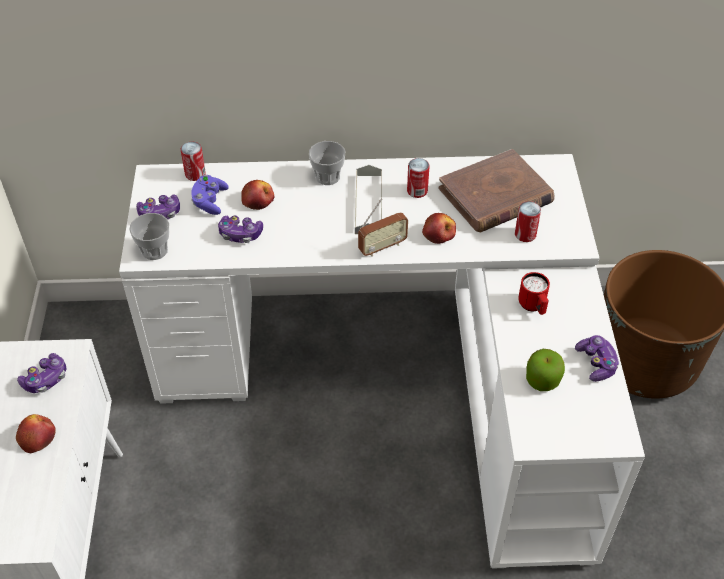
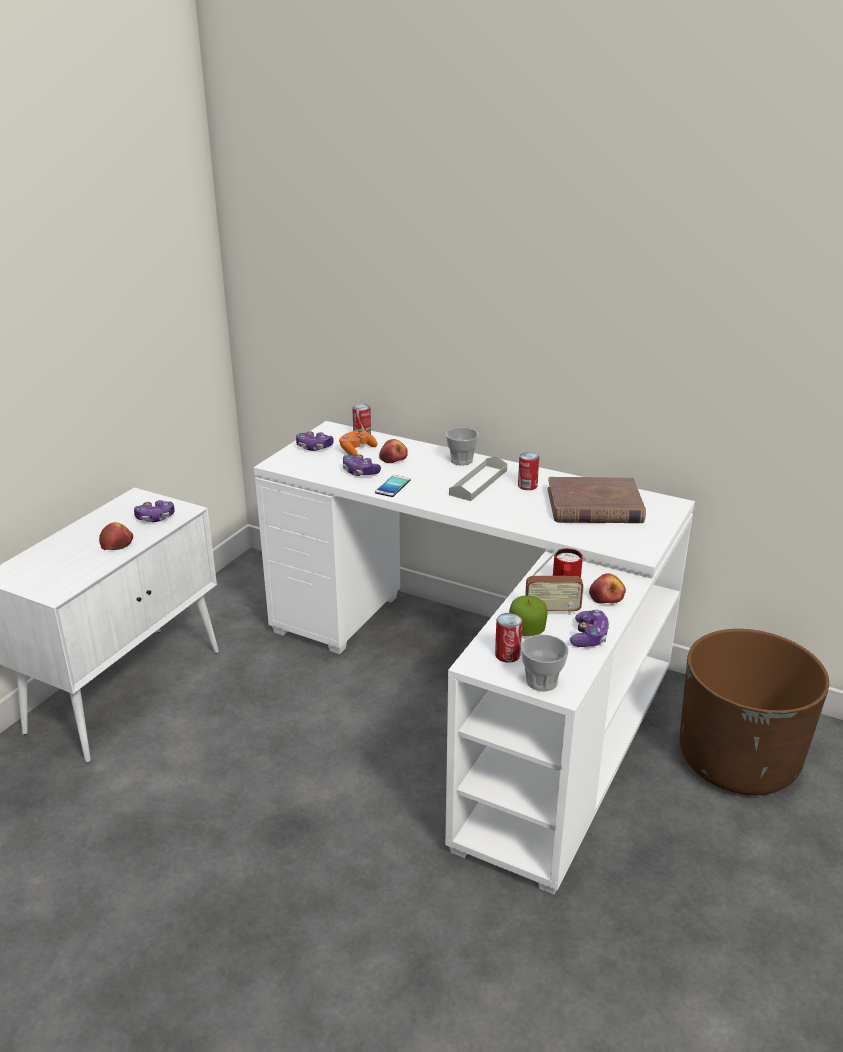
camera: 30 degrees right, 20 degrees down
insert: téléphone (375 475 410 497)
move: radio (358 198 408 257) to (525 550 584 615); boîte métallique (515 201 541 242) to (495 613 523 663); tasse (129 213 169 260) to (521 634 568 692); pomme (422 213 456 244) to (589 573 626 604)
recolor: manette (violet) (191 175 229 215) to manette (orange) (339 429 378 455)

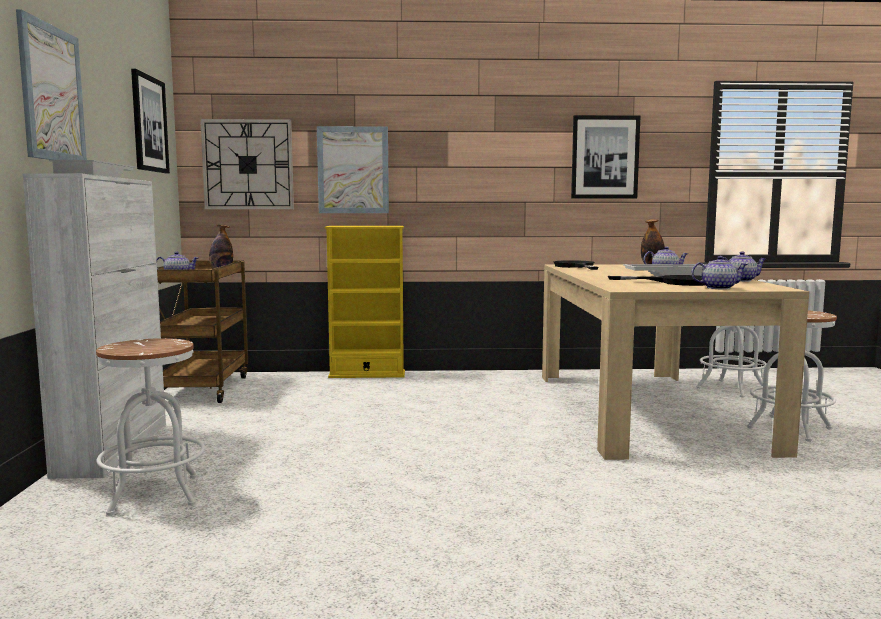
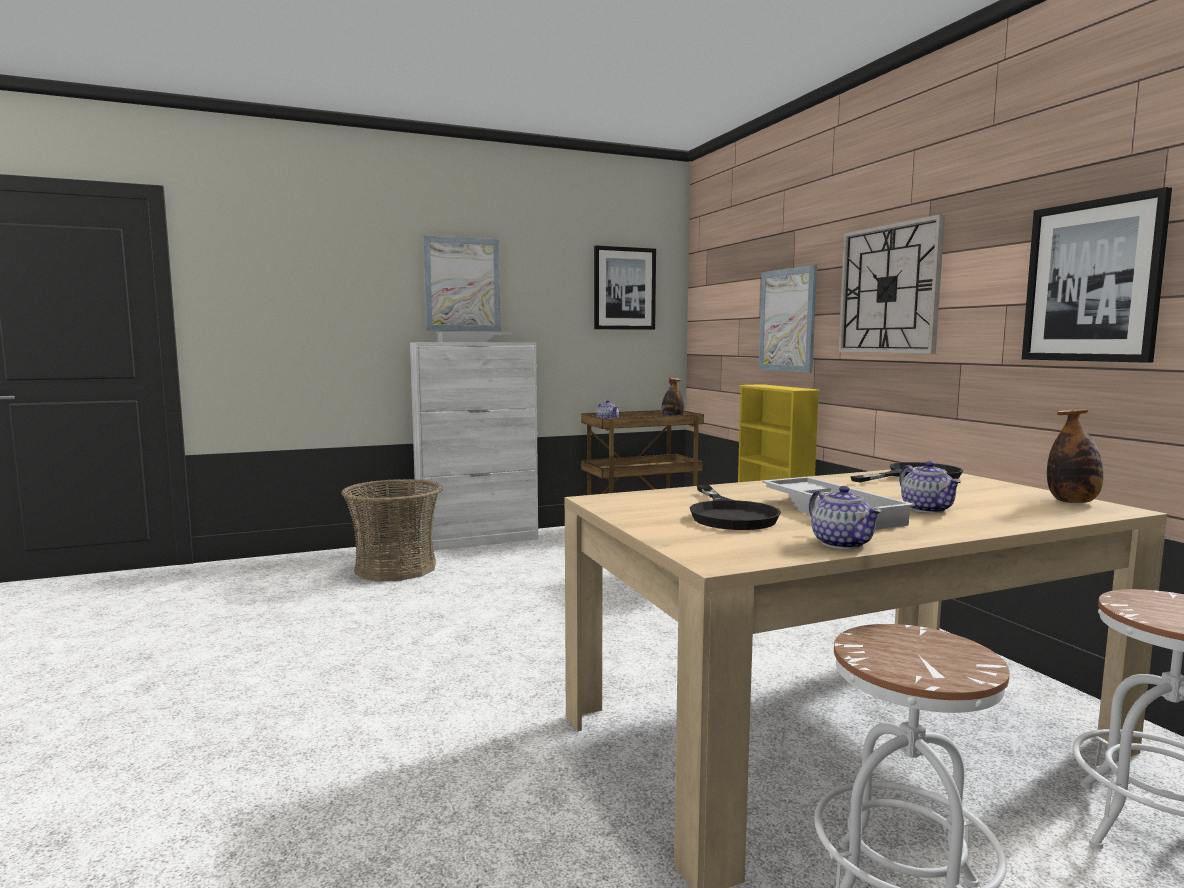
camera: 70 degrees right, 0 degrees up
delete: théière (691 256 748 289)
move: horloge murale (200 119 294 210) to (838 214 945 354)
replace: tabouret (blanc) (96 338 205 516) to panier (341 479 443 582)

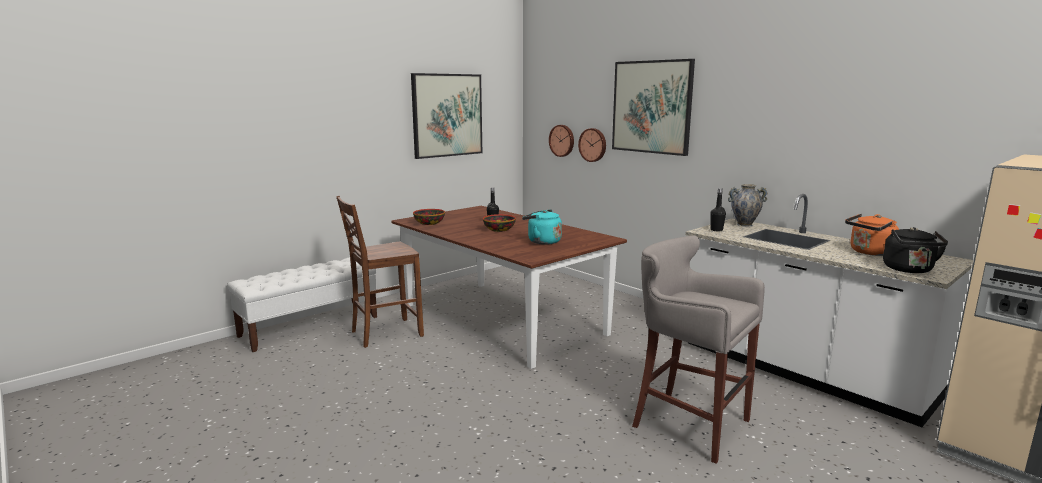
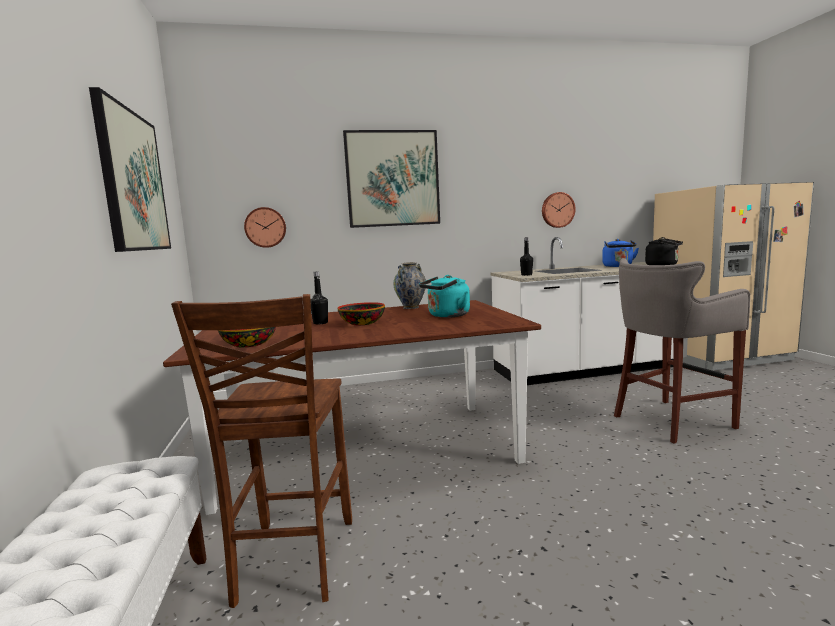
camera: 60 degrees left, 5 degrees down
move: horloge murale (578 128 606 162) to (542 192 576 228); vase (728 184 768 226) to (393 262 426 309)
recolor: bouilloire (orange) (845 213 899 256) to bouilloire (bleu) (602 239 639 267)

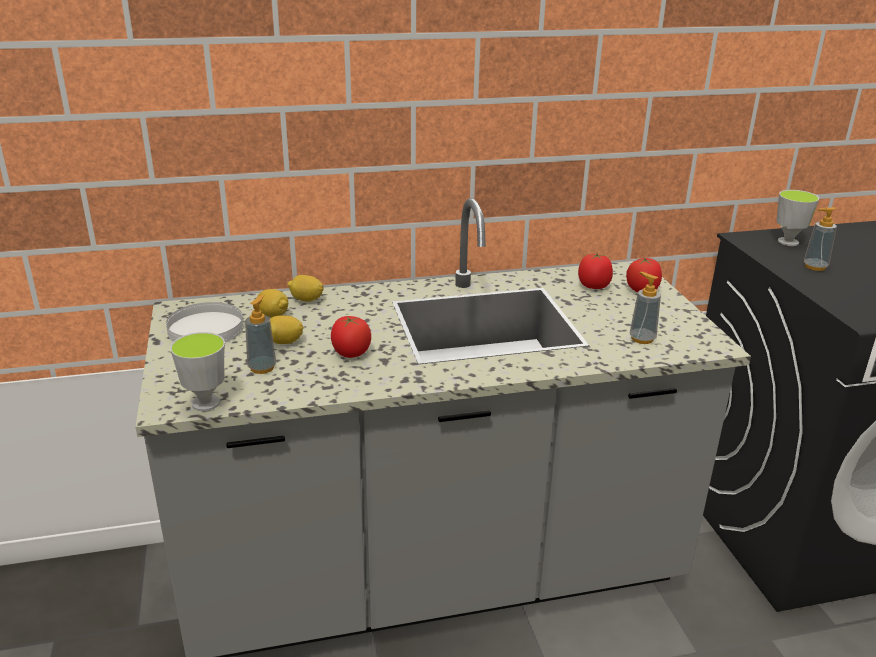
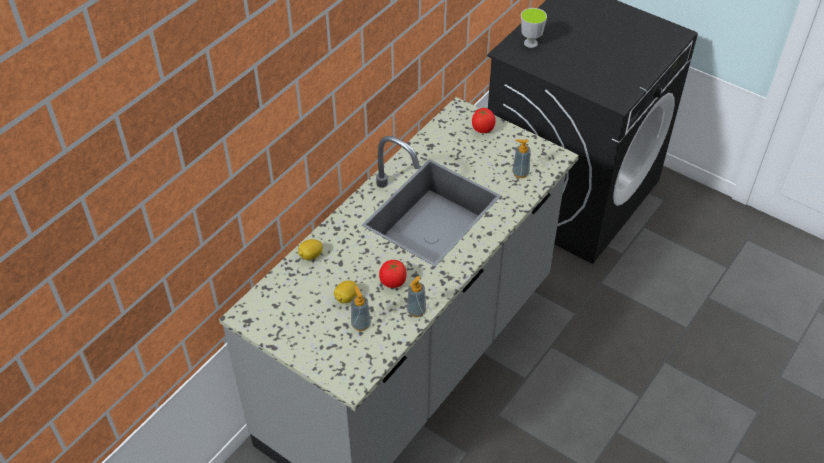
camera: 40 degrees left, 20 degrees up
delete: tomate (578 252 613 289); citron (257 289 288 317); assiette (blanc) (166 302 244 342); tasse (170 332 225 411)
move: distributeur de savon (804 207 837 271) to (407 276 426 317)

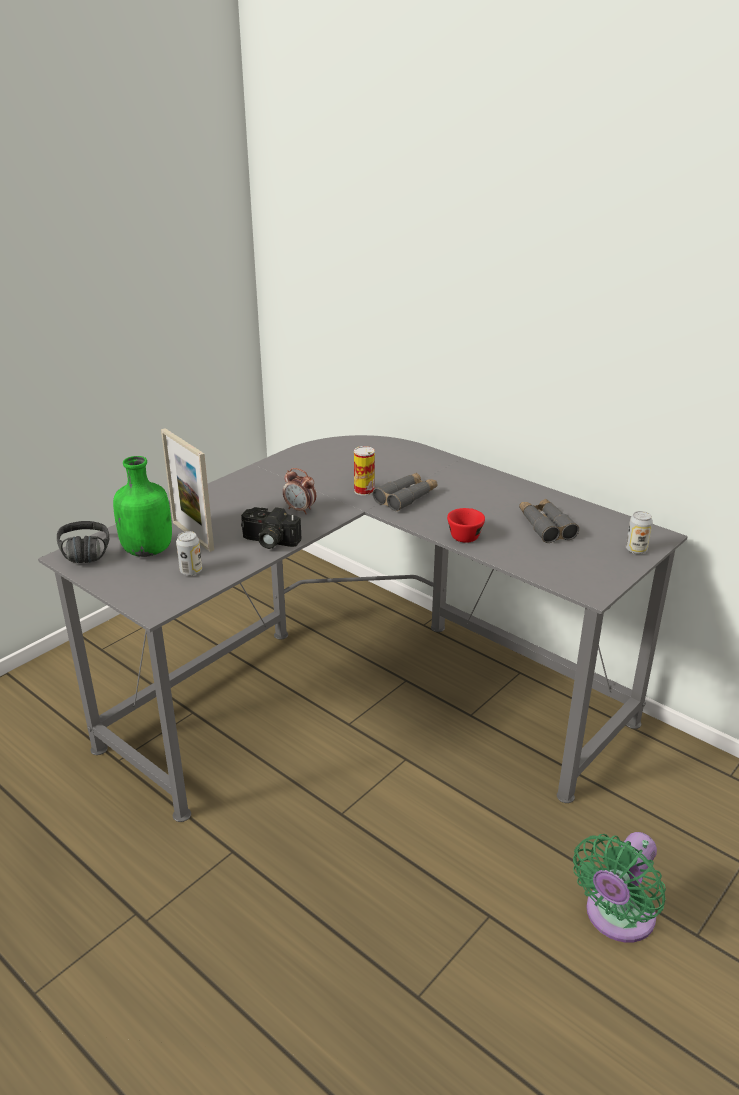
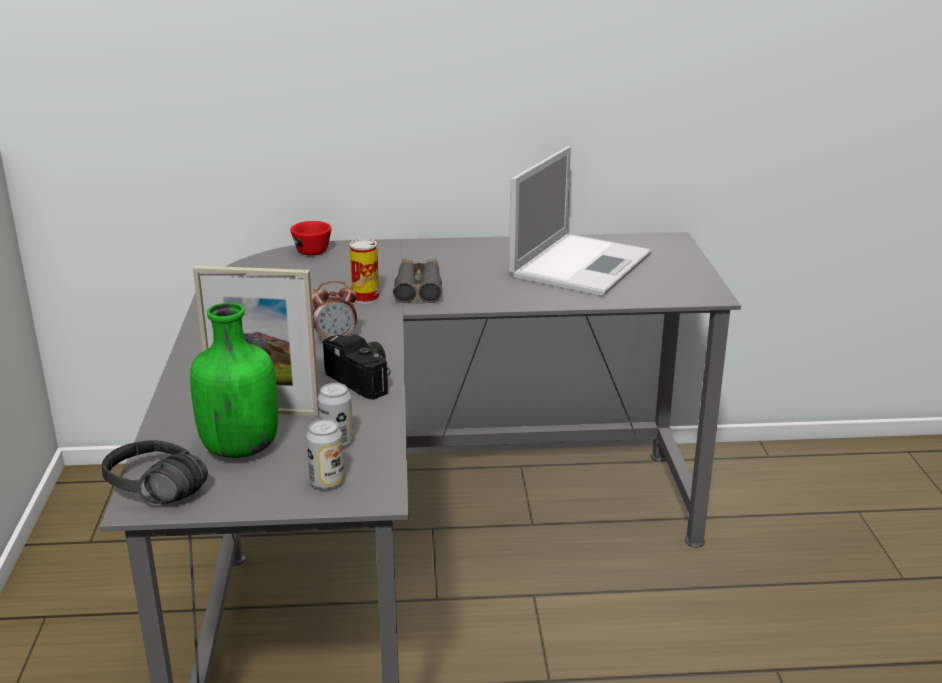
camera: 45 degrees left, 5 degrees down
delete: ventilateur (vert) (573 832 666 943)
move: tasse (rouge) (447 508 485 543) to (291 221 331 255); boîte métallique (626 511 653 554) to (306 419 344 489)
replace: jumelles (gris) (519 499 579 543) to ordinateur portable (509 146 652 297)
rotate: appareil photo (241 507 301 549) = (323 334 391 400) 105 degrees counterclockwise

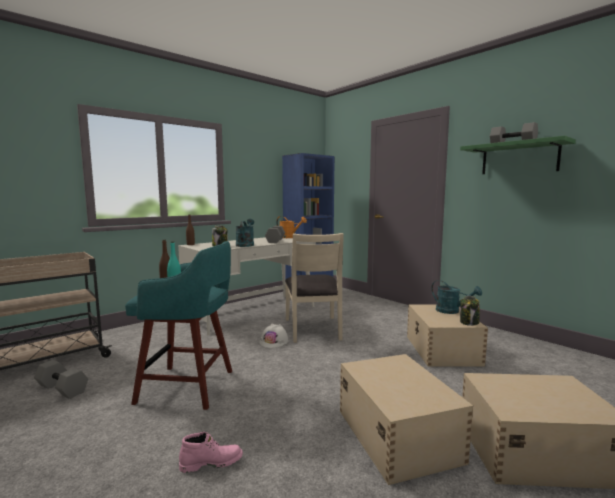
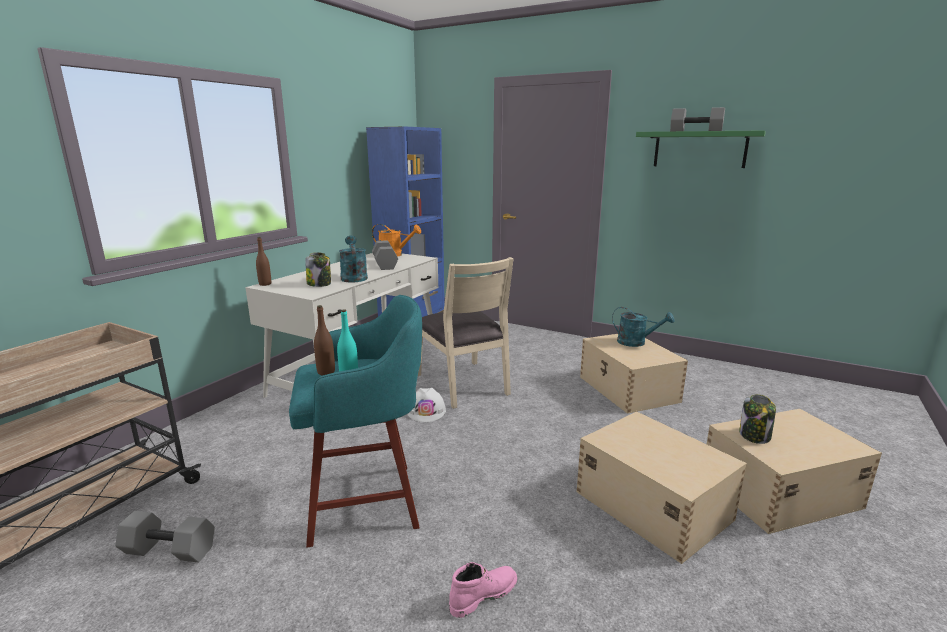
camera: 20 degrees left, 10 degrees up
move: bocal (460 296 480 326) to (739 394 776 444)

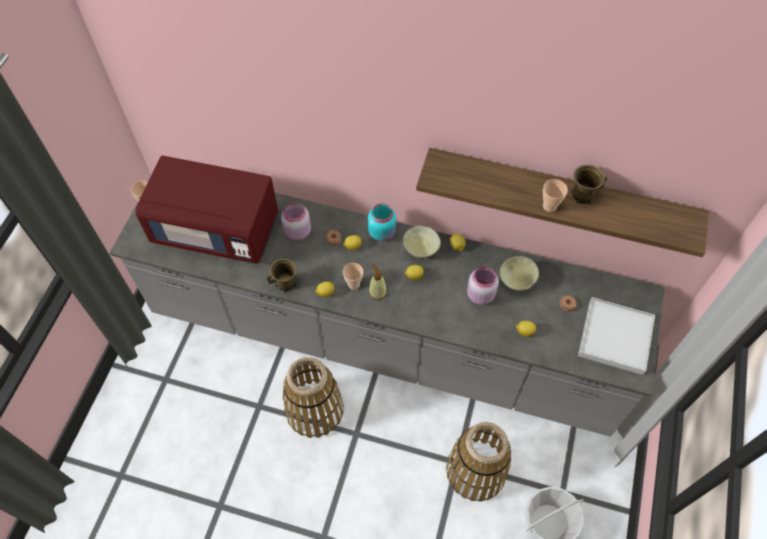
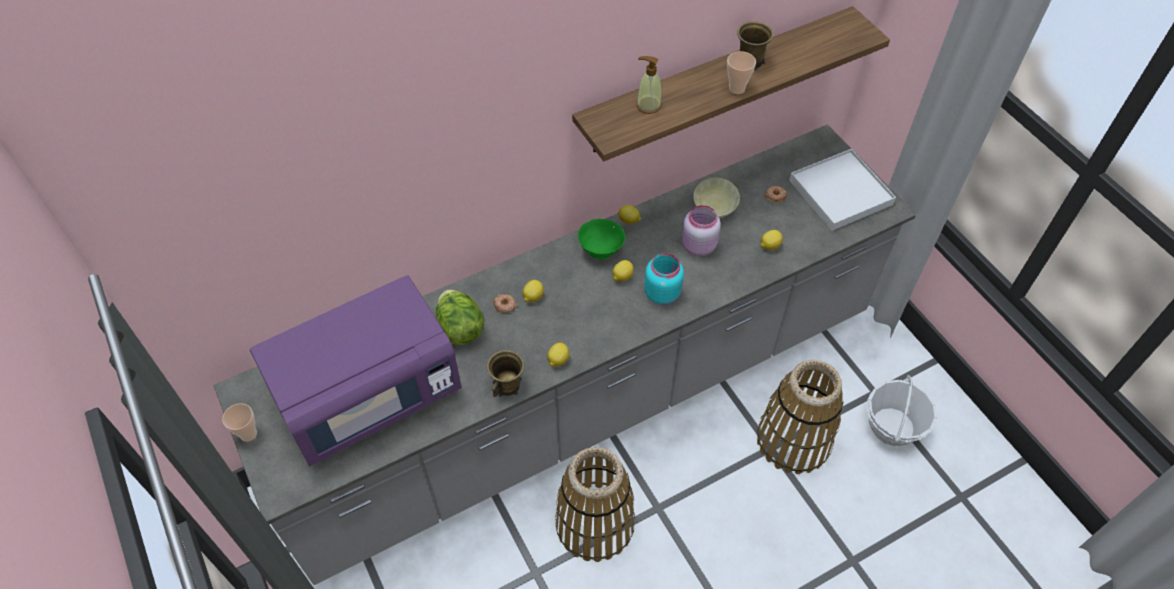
camera: 45 degrees left, 5 degrees down
delete: tasse (343 263 363 290)
move: bocal (turquoise) (368 204 396 241) to (644 253 684 305); distributeur de savon (369 264 387 300) to (636 56 662 114)
replace: bocal (rose) (281 203 311 241) to laitue (436 289 484 345)
recolor: micro-ondes (rouge) (136 155 279 264) to micro-ondes (violet) (250 275 462 466); bol (beige) (403 226 441 258) to bol (vert) (578 219 625 259)

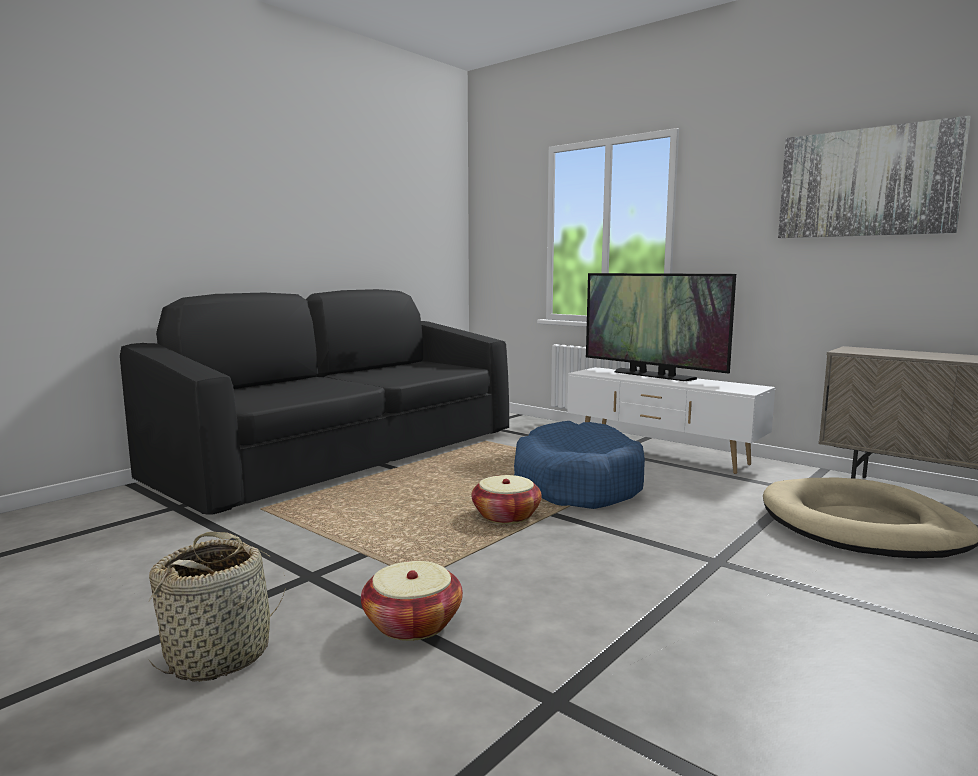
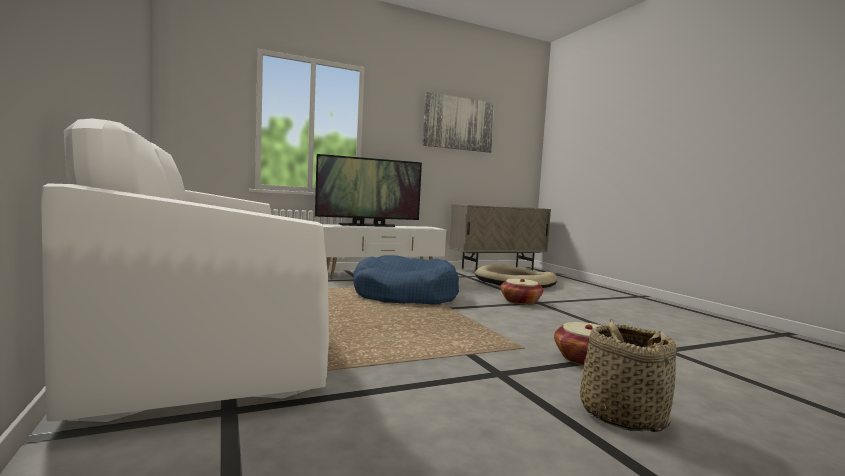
camera: 65 degrees left, 5 degrees down
move: panier (471 475 542 524) to (500 279 543 305)
recolor: canapé (noir) (120 289 509 515) to canapé (blanc) (41 119 329 422)

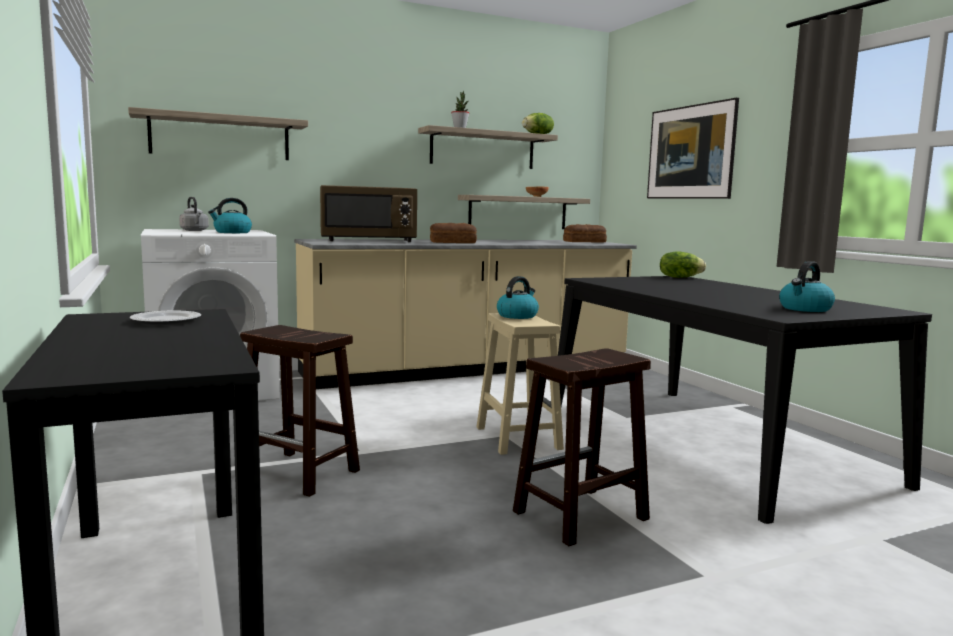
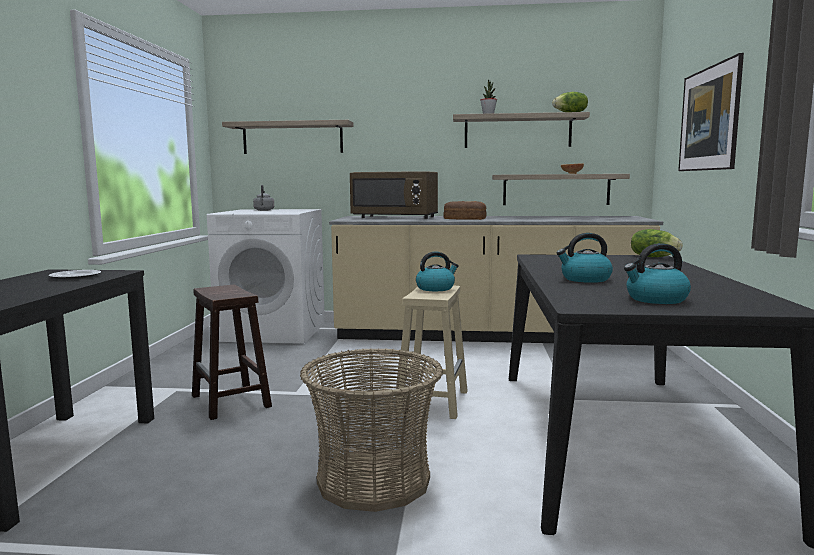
camera: 30 degrees right, 0 degrees up
delete: pain (563 224 607 243)
move: bouilloire (208 198 252 233) to (556 233 613 283)
replace: tabouret (marron) (513 348 651 546) to panier (300 348 443 512)

